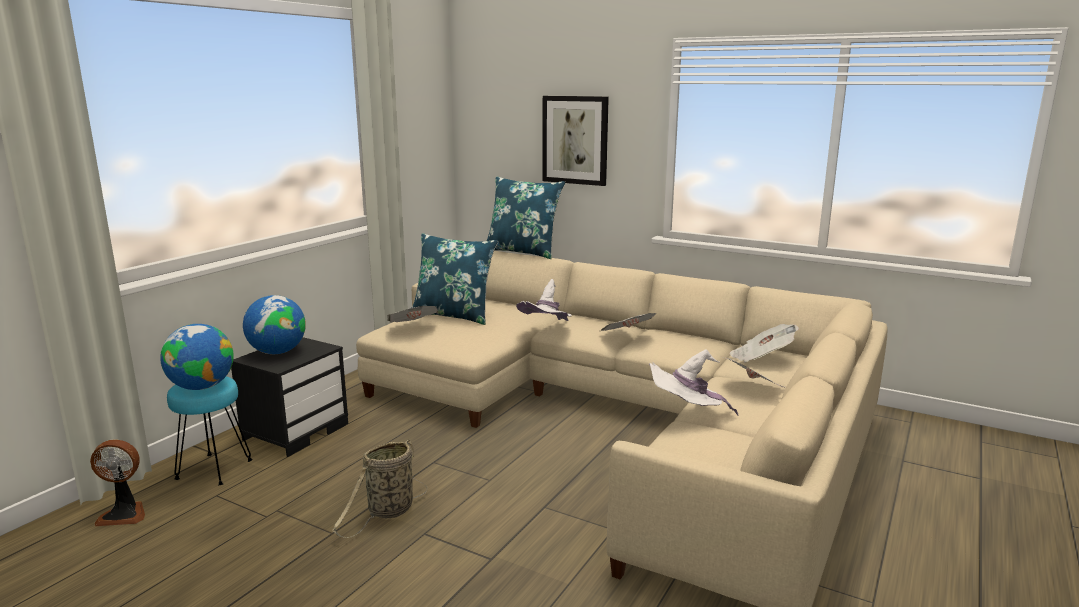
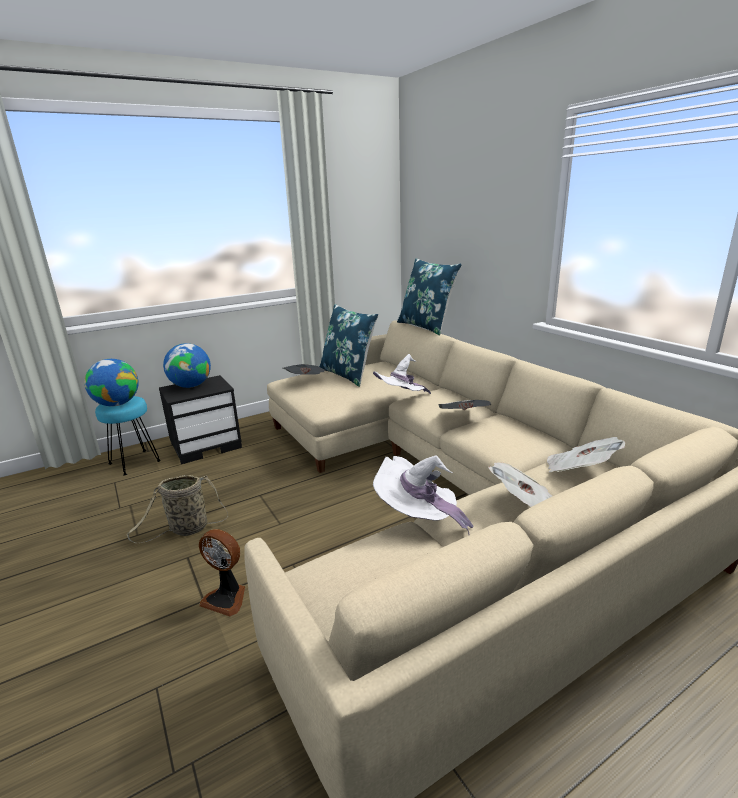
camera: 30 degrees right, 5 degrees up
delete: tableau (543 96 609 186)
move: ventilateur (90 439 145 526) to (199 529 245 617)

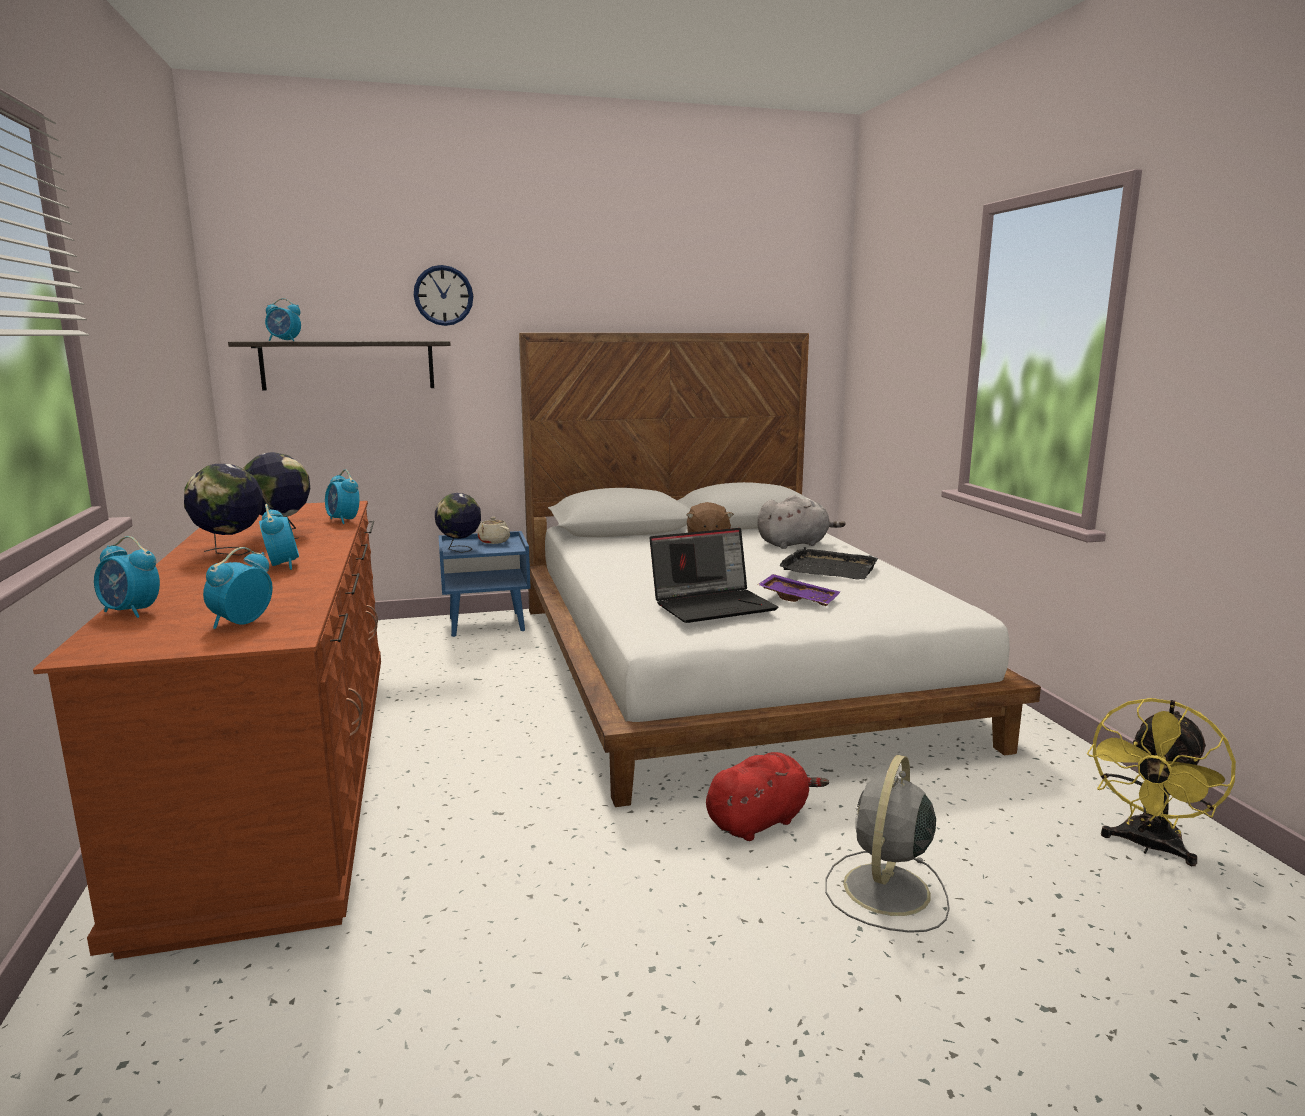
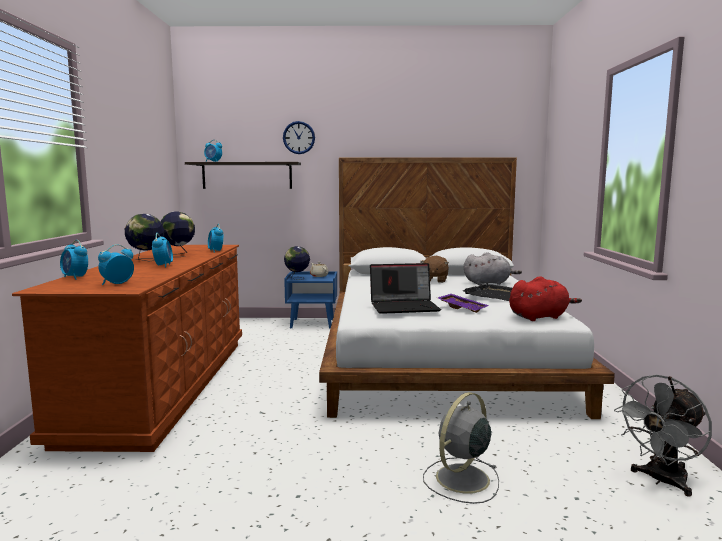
camera: 15 degrees right, 5 degrees down
move: peluche (rouge) (706 752 829 841) to (509 276 582 321)
recolor: ventilateur (jaune) (1087 698 1236 866) to ventilateur (gris) (614 375 712 497)

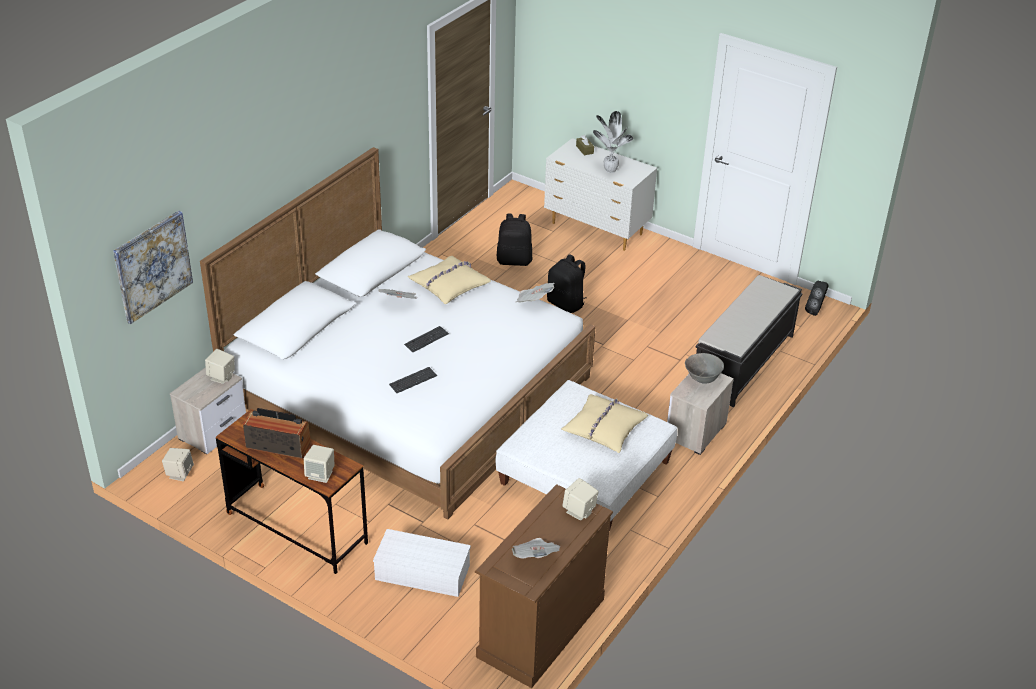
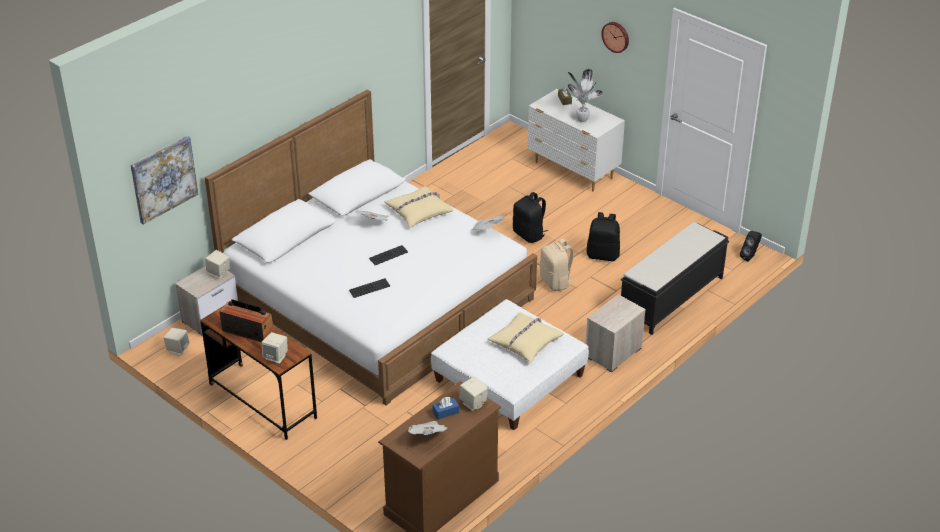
camera: 10 degrees right, 0 degrees up
delete: bol (gris) (685 353 724 384); boîte de rangement (blanc) (373 529 471 597)
insert: horloge murale (601 22 629 53); sac à dos (beige) (540 239 577 291); boîte à mouchoirs (bleu) (433 397 459 420)
move: sac à dos (noir) (497 214 532 266) to (587 212 620 261)

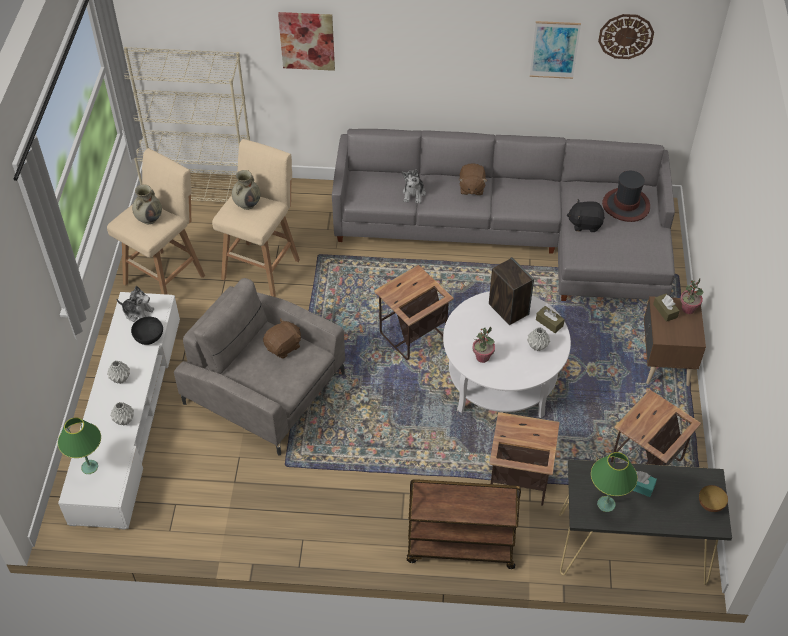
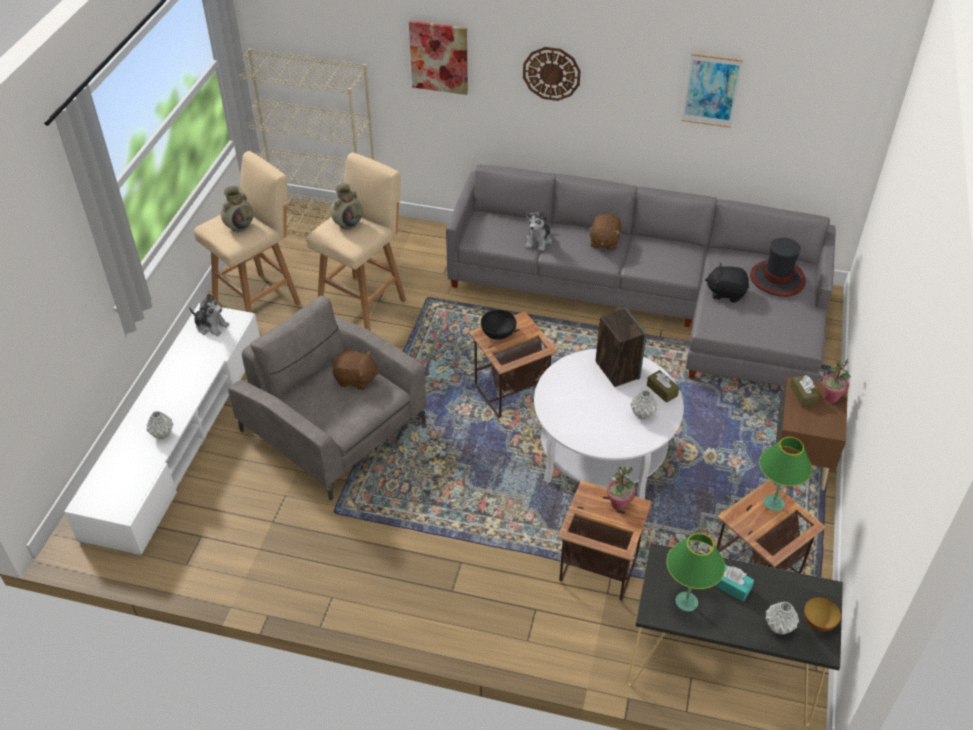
camera: 10 degrees right, 5 degrees down
delete: chariot (marron) (407 479 521 569)
move: horloge murale (598 14 654 59) to (523 47 581 101); bol (noir) (131 317 163 345) to (481 310 516 340); plante en pot (472 327 495 363) to (607 466 636 511); vase (gris) (107 360 130 384) to (765 602 799 635); lampe de table (vert) (58 418 101 474) to (759 437 812 511)
rotate: peluche (marron) (263 318 301 358) = (333 350 379 390) 45 degrees clockwise

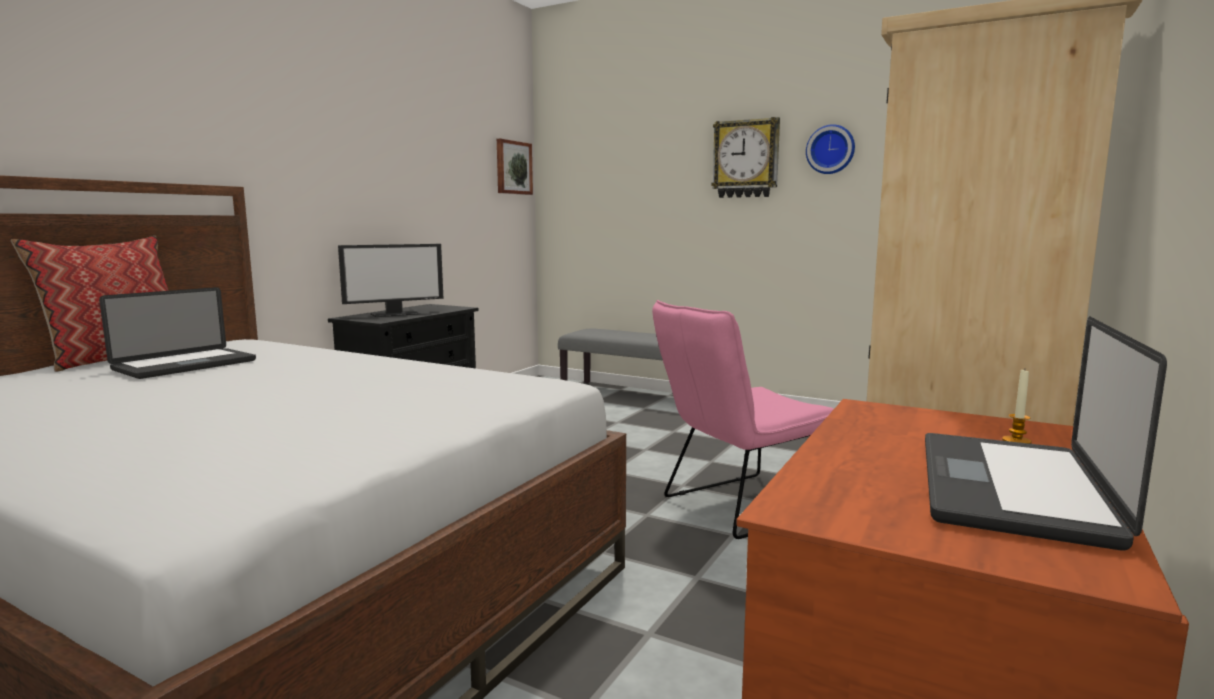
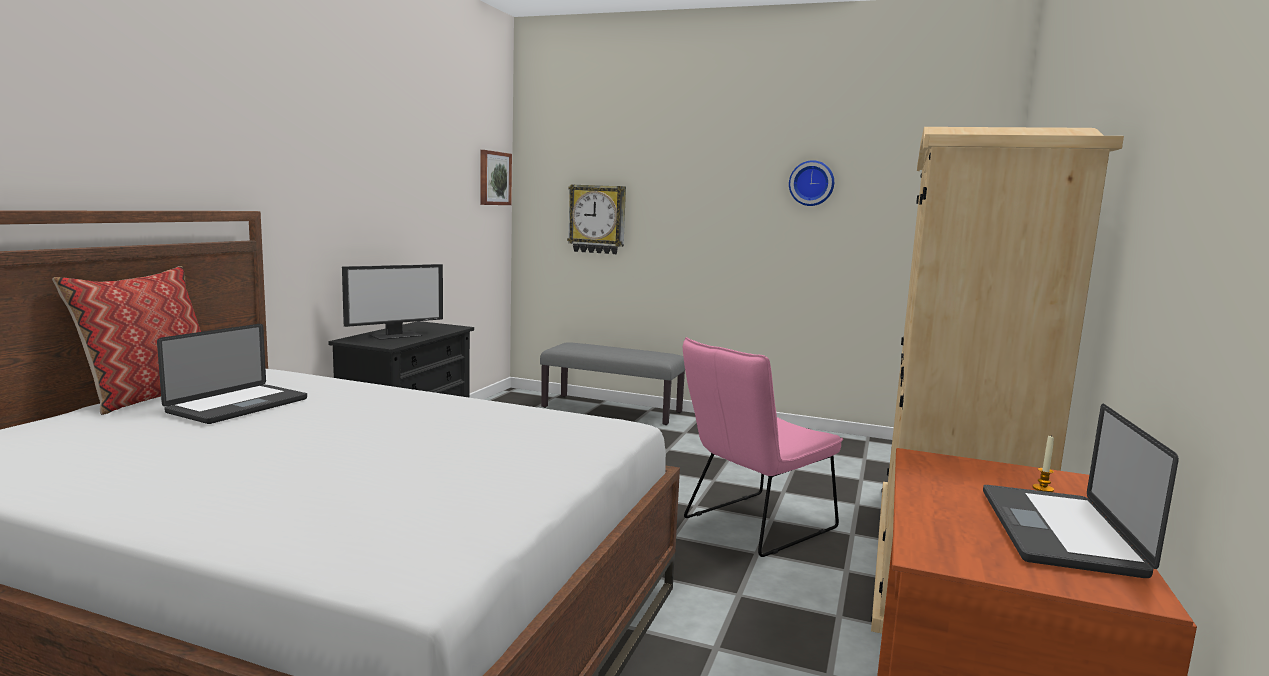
camera: 10 degrees left, 0 degrees up
move: horloge murale (711 117 780 198) to (567 184 626 254)

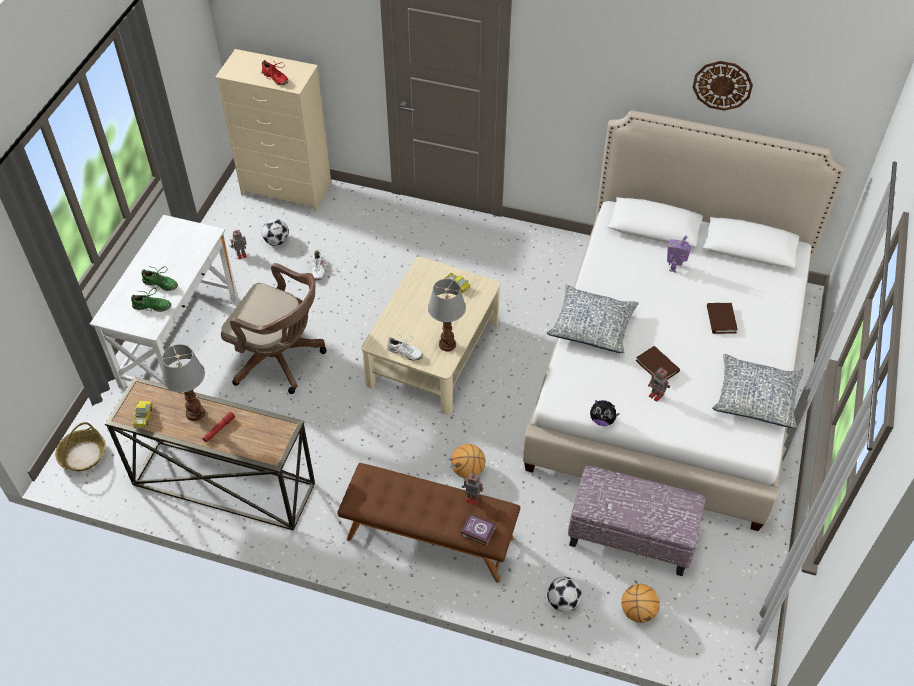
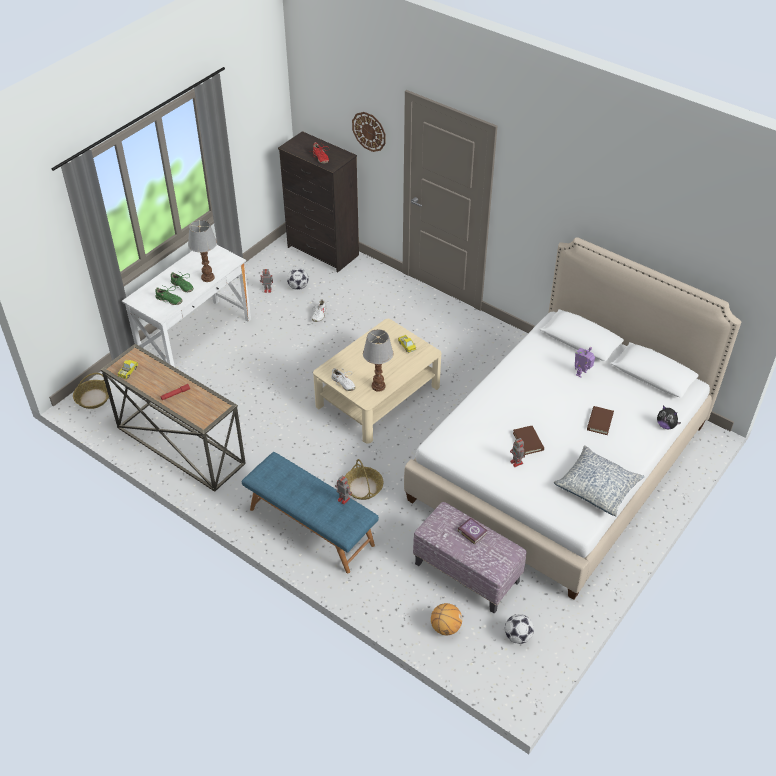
camera: 20 degrees right, 5 degrees down
delete: chaise de bureau (marron) (221 263 327 394); coussin (547 284 639 353)
move: horloge murale (693 61 753 111) to (352 112 386 152); lampe de table (162 344 205 421) to (188 220 217 282); peluche (590 400 620 426) to (657 405 681 430); livre (460 514 496 546) to (457 517 488 545); ballon de foot (547 577 582 612) to (505 614 534 644)
replace: ballon de basket (451 444 485 479) to panier (345 459 384 500)
recolor: commode (beige) (215 49 331 212) to commode (noir) (278 131 359 273); banc (marron) (337 463 520 583) to banc (bleu) (242 452 379 574)

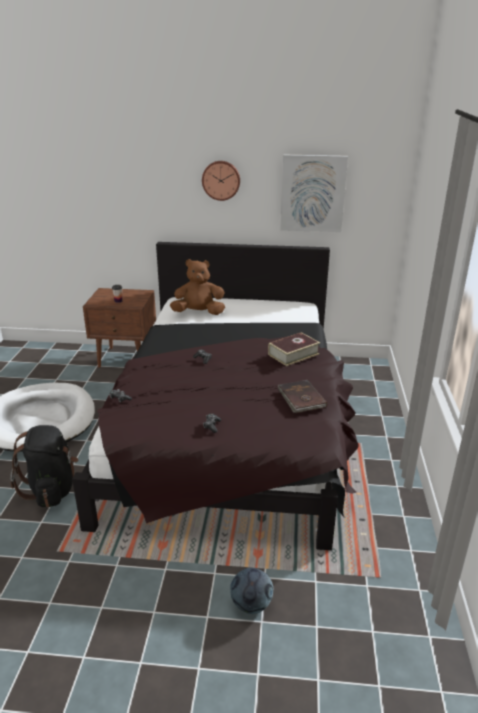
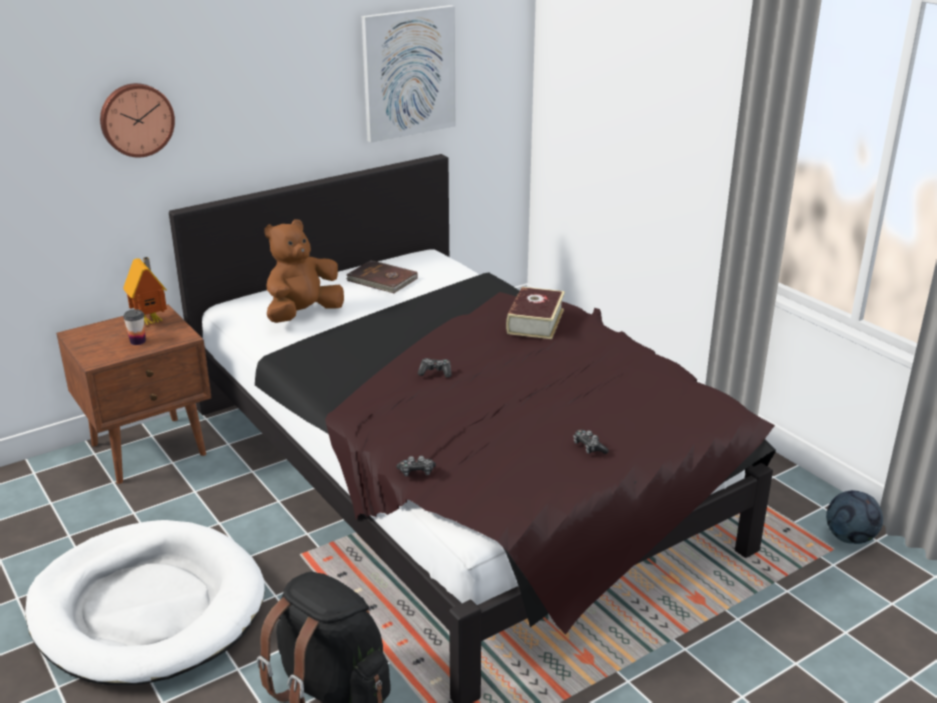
camera: 40 degrees left, 0 degrees up
insert: maison miniature (123 257 167 326)
move: horloge murale (202 161 240 201) to (100 83 175 158); livre (marron) (278 380 327 413) to (346 260 418 293); ballon de foot (230 568 273 614) to (826 490 883 544)

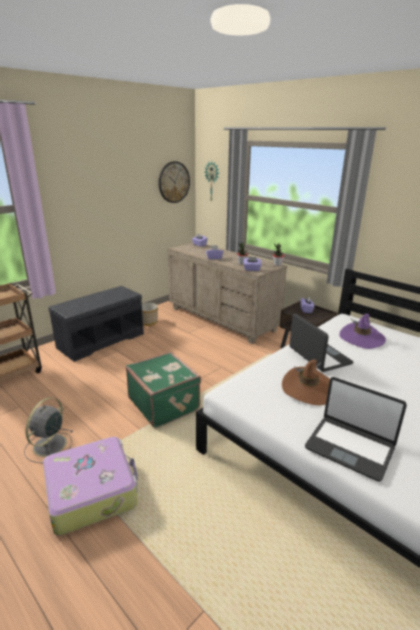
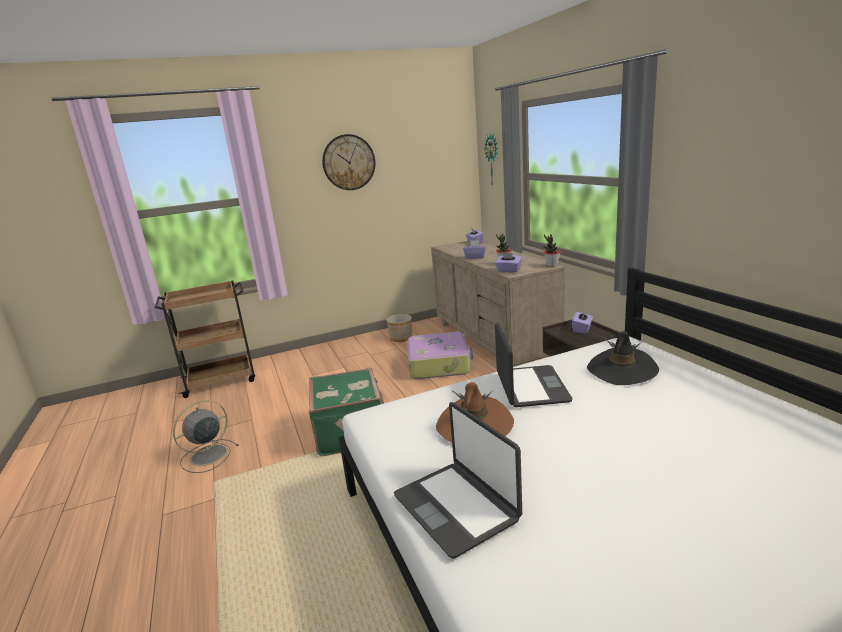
camera: 25 degrees right, 5 degrees down
delete: banc (gris) (48 286 144 362)
move: horloge murale (158 161 190 203) to (322 134 375 190); valise (43 437 138 536) to (407 332 473 379)
recolor: chapeau (violet) (339 314 386 349) to chapeau (noir) (587 331 659 385)

